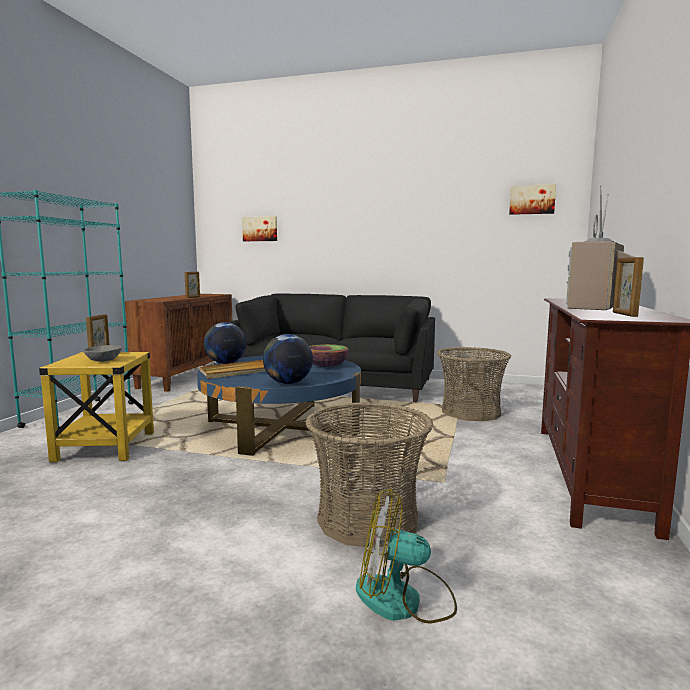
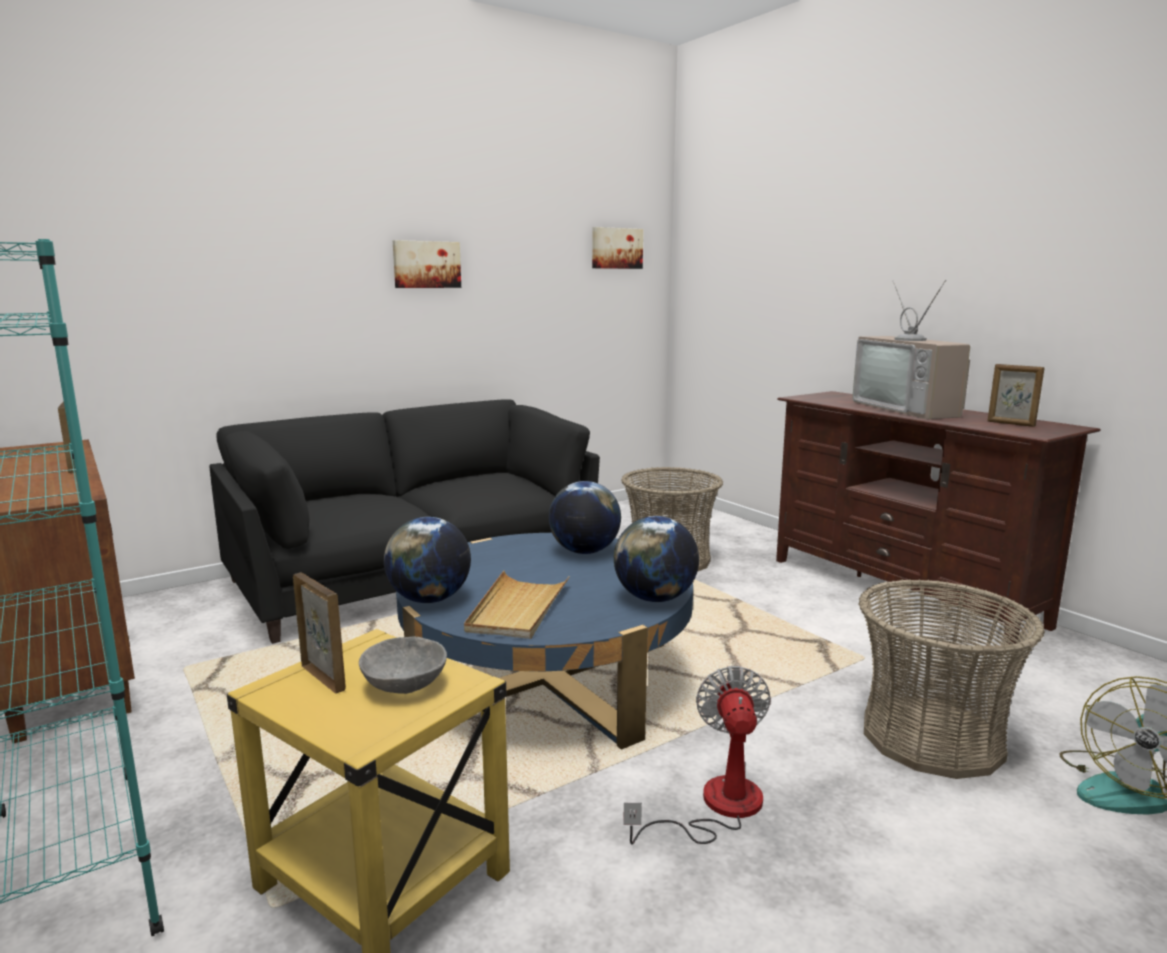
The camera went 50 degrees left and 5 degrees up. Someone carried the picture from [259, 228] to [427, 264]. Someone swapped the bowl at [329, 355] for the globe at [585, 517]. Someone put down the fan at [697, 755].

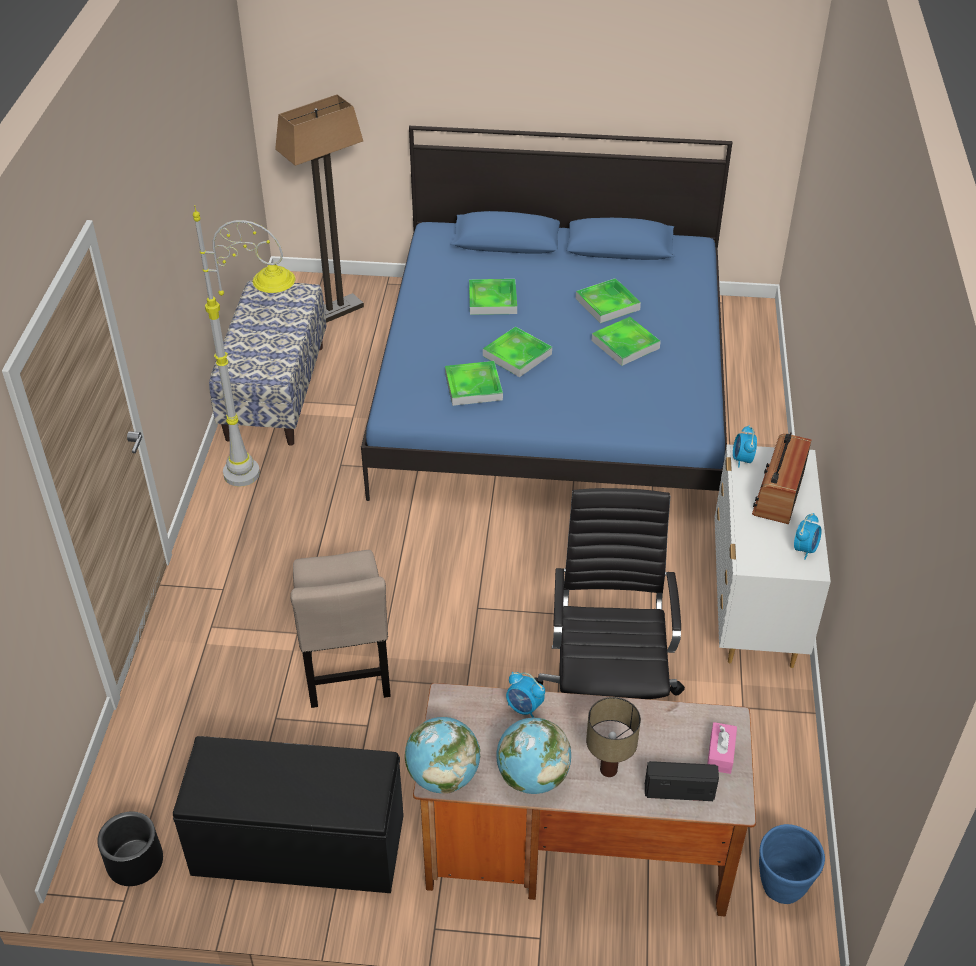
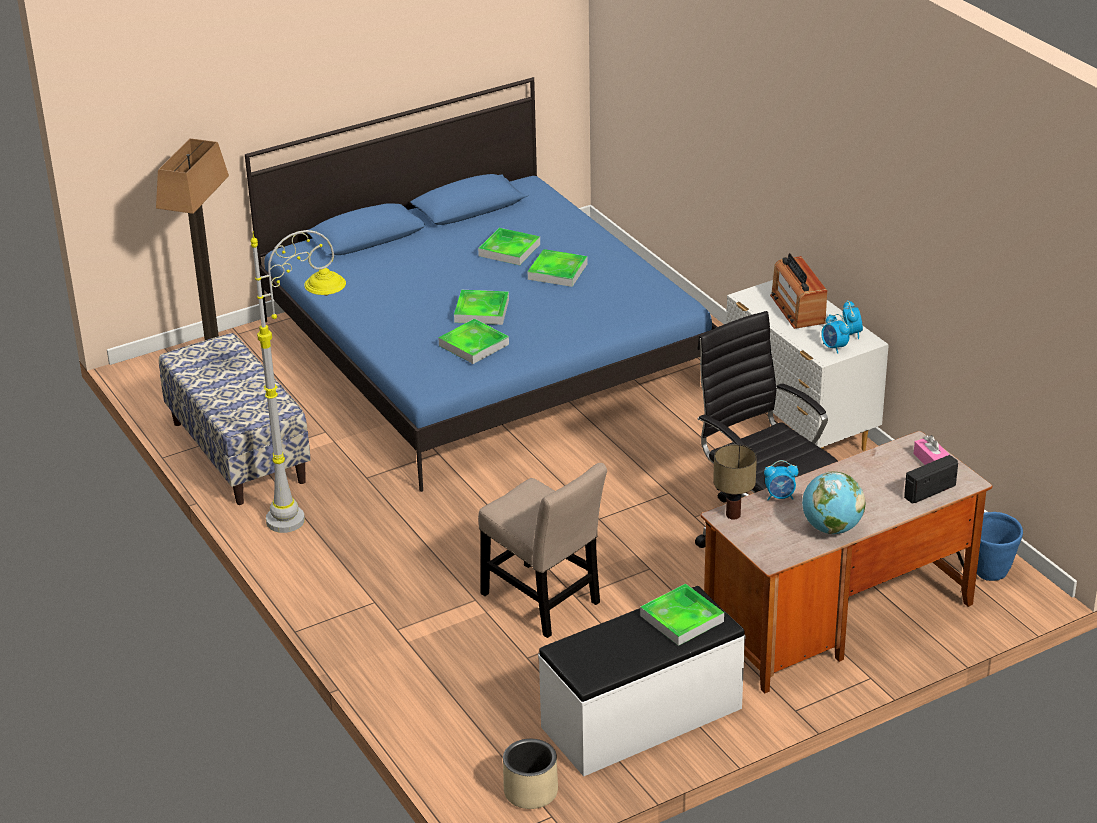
The camera went 35 degrees left and 10 degrees down. Someone repainted the black_planter at [130, 849], which became the beige_planter at [530, 774]. Someone repainted the black_bench at [288, 814], which became the white_bench at [641, 681]. Someone took away the globe at [443, 755]. Someone carried the tray from [493, 297] to [682, 614]. Someone carried the table_lamp from [613, 737] to [735, 482]. Someone carried the alarm_clock from [745, 446] to [835, 334].

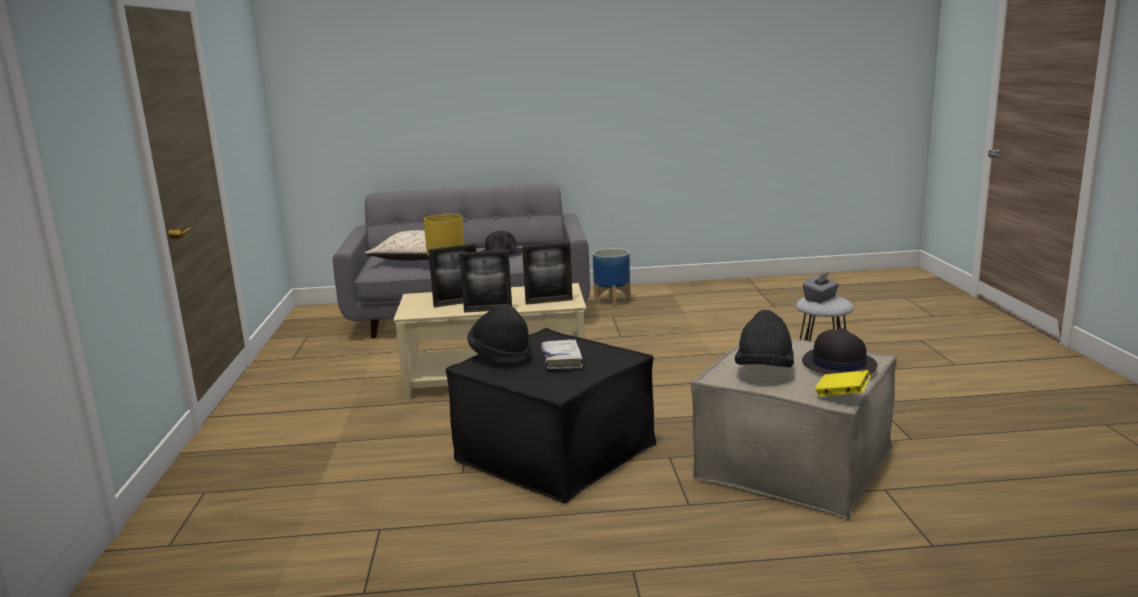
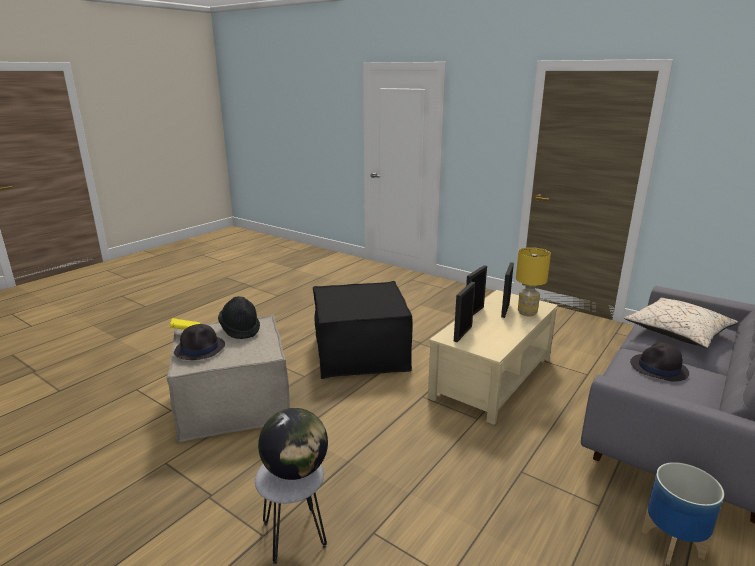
The camera went 130 degrees right and 5 degrees up. Someone took away the black_hat at [499, 334]. Someone took away the white_book at [562, 354]. Someone swapped the grey_tissue_box at [821, 288] for the globe at [293, 444].

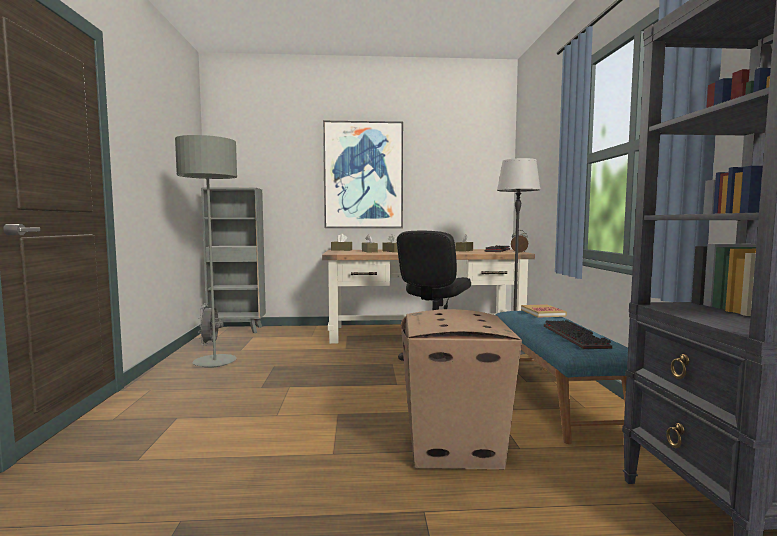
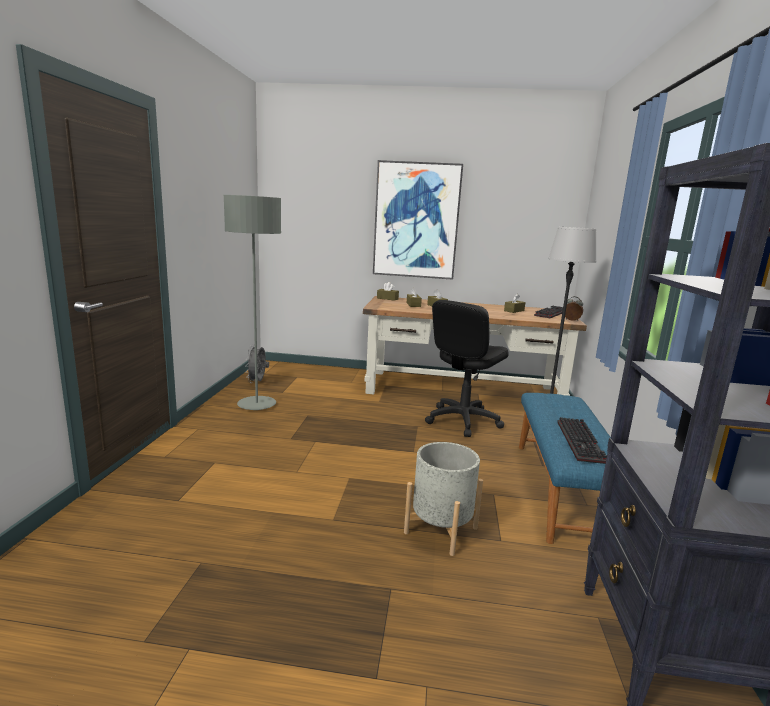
The camera went 10 degrees right and 10 degrees up. Someone took away the grey_bookcase at [233, 260]. Someone swapped the cardboard_box at [461, 389] for the grey_planter at [443, 499]. Someone took away the book at [544, 311].

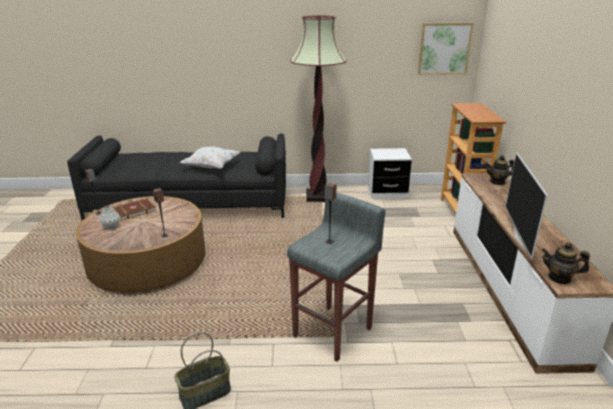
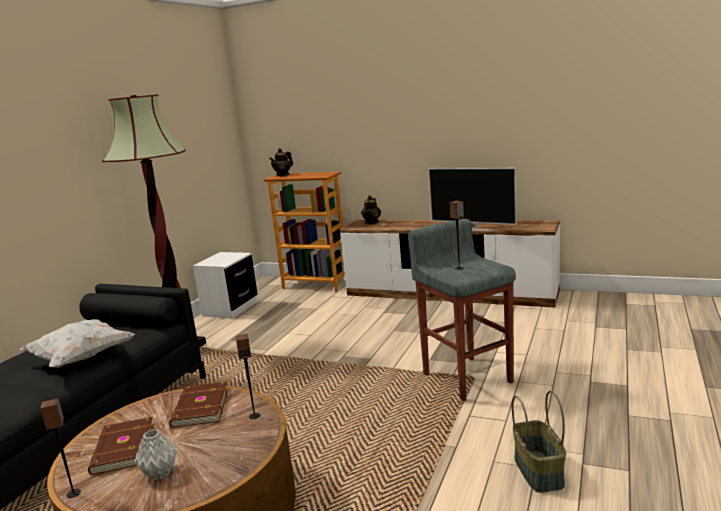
The camera went 65 degrees left and 10 degrees down. Someone took away the picture at [446, 49]. Someone carried the teapot from [565, 263] to [281, 162]. Someone put down the brown_book at [199, 404].

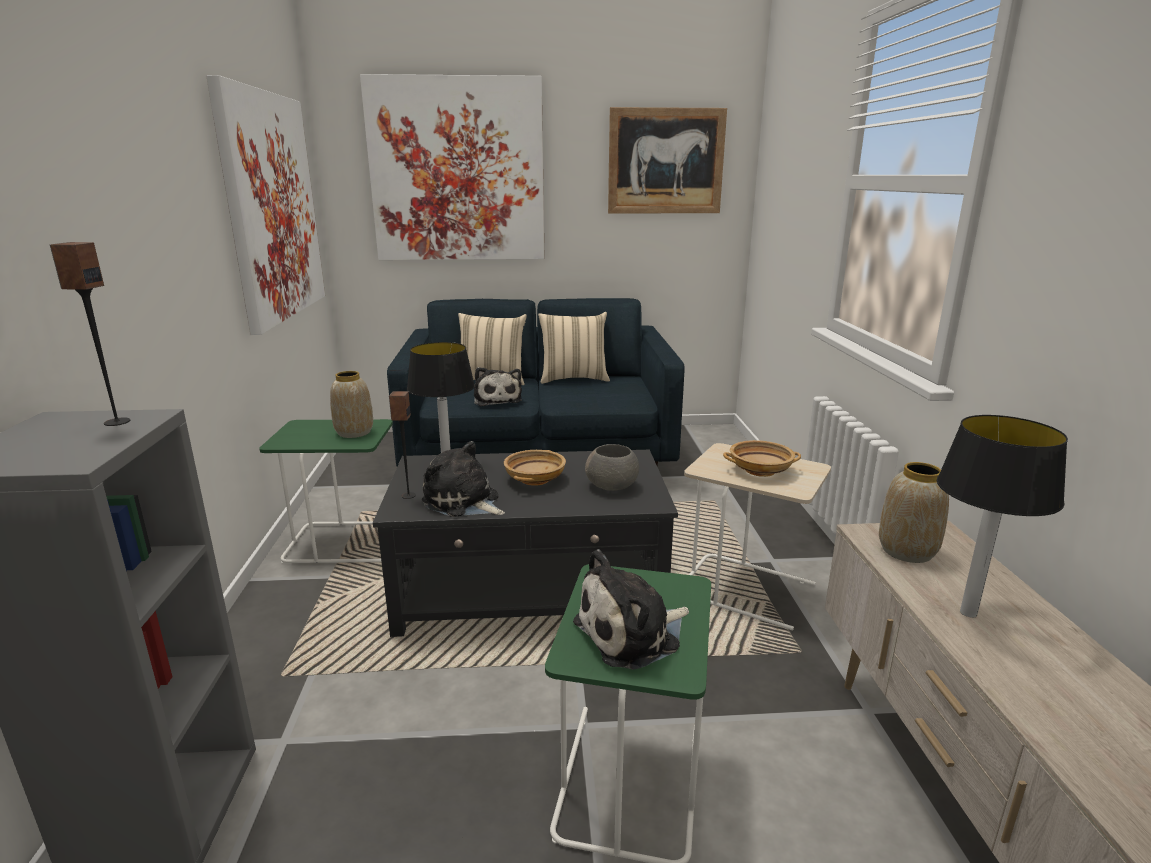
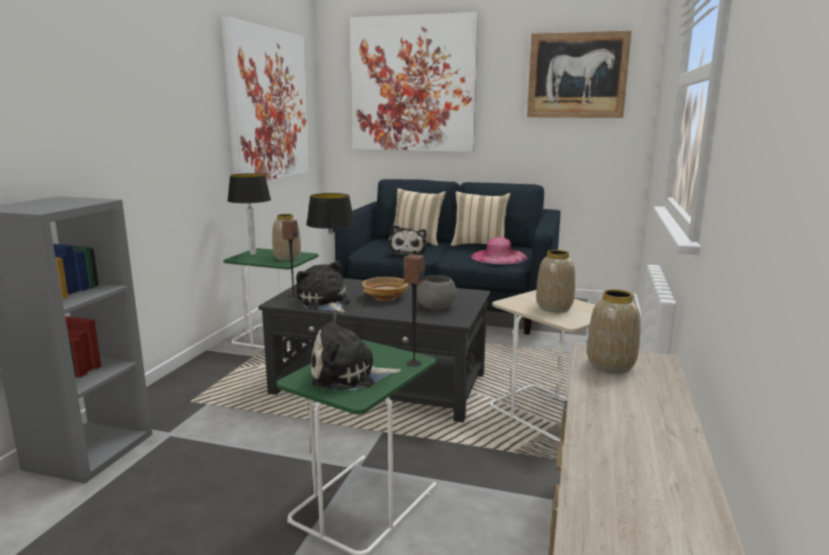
The camera went 20 degrees right and 5 degrees down. Someone carried the speaker from [90, 334] to [414, 310]. Someone swapped the beige_bowl at [762, 458] for the vase at [555, 281]. Someone carried the table_lamp from [1002, 516] to [249, 214]. Someone put down the pink_hat at [499, 250].

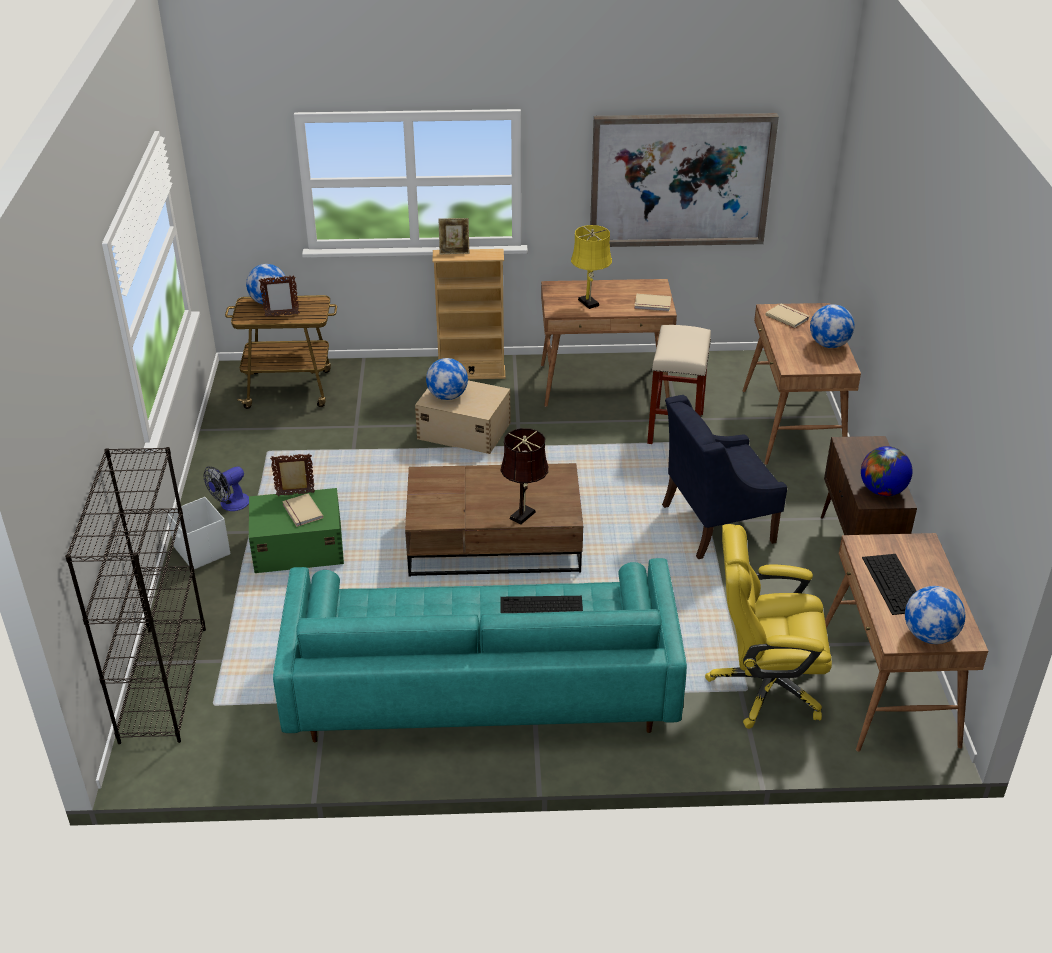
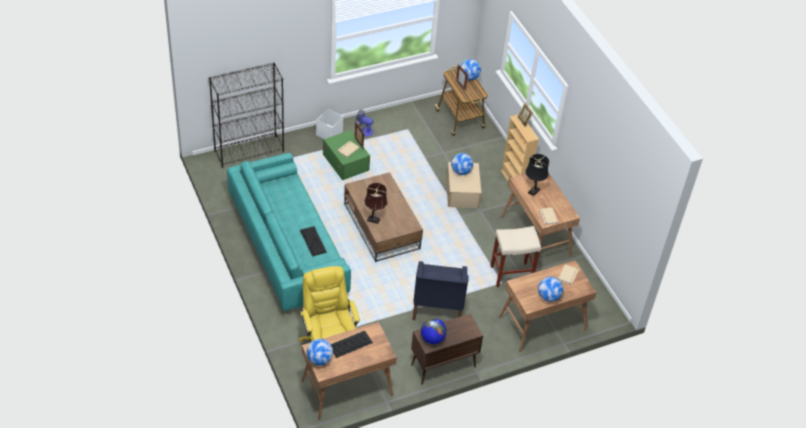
The camera went 65 degrees right and 10 degrees up. Someone repainted the yellow_table_lamp at [591, 267], which became the black_table_lamp at [537, 175]. Someone took away the picture at [684, 180]. Someone rotated the blue_armchair at [724, 477] by 135 degrees counterclockwise.

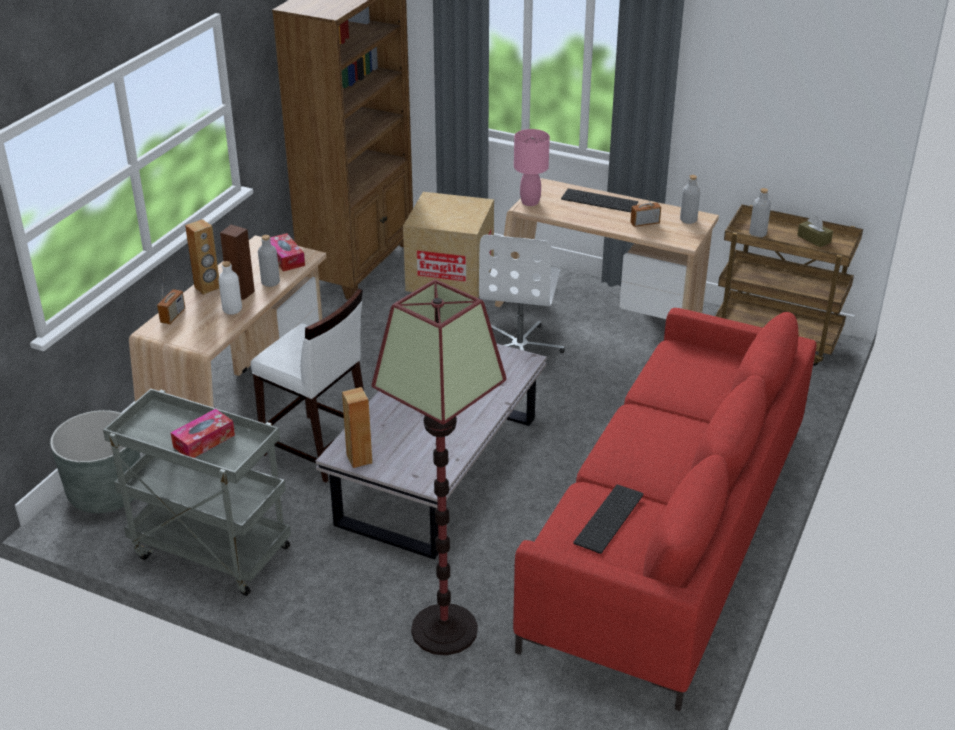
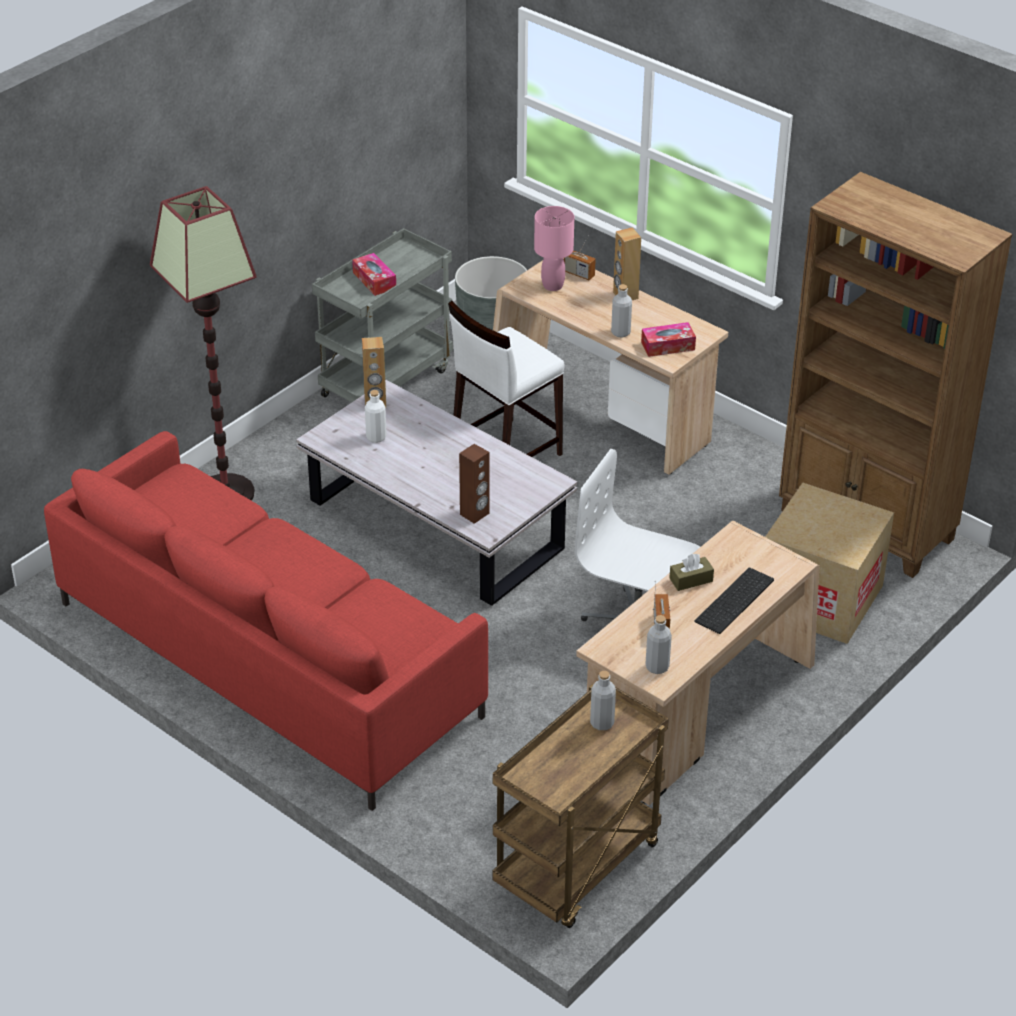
The camera went 105 degrees right and 5 degrees up. Someone carried the white_bottle from [230, 287] to [376, 416]. Someone carried the brown_speaker from [237, 262] to [474, 484]. Someone carried the pink_table_lamp from [532, 167] to [554, 248]. Someone took away the keyboard at [608, 519]. Someone carried the brown_tissue_box from [815, 231] to [691, 572].

